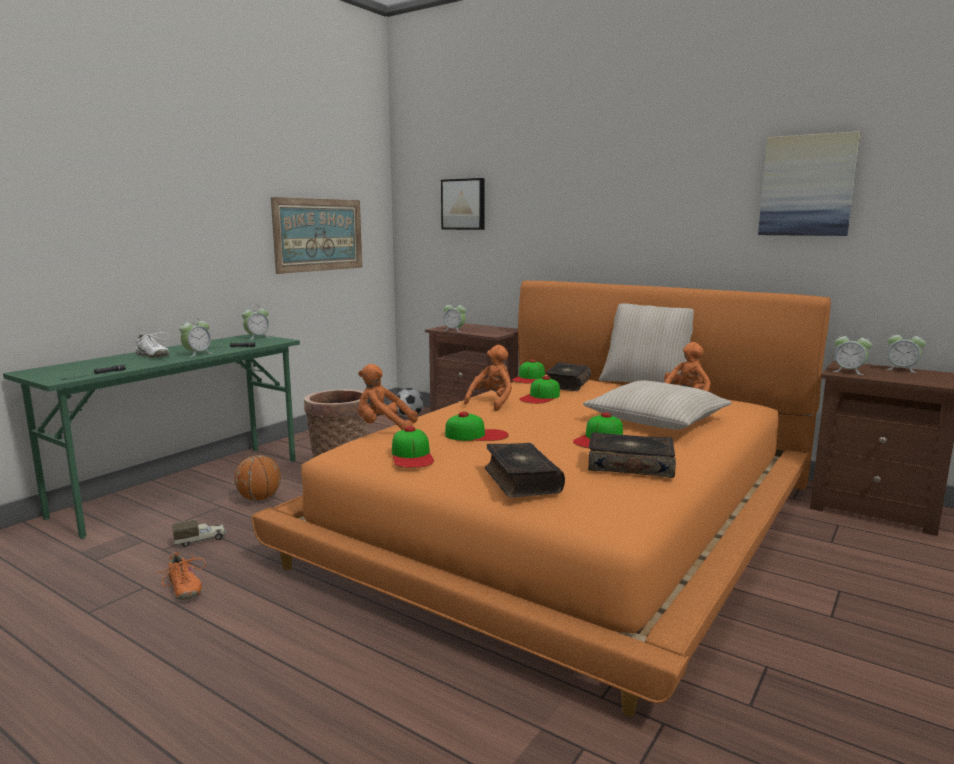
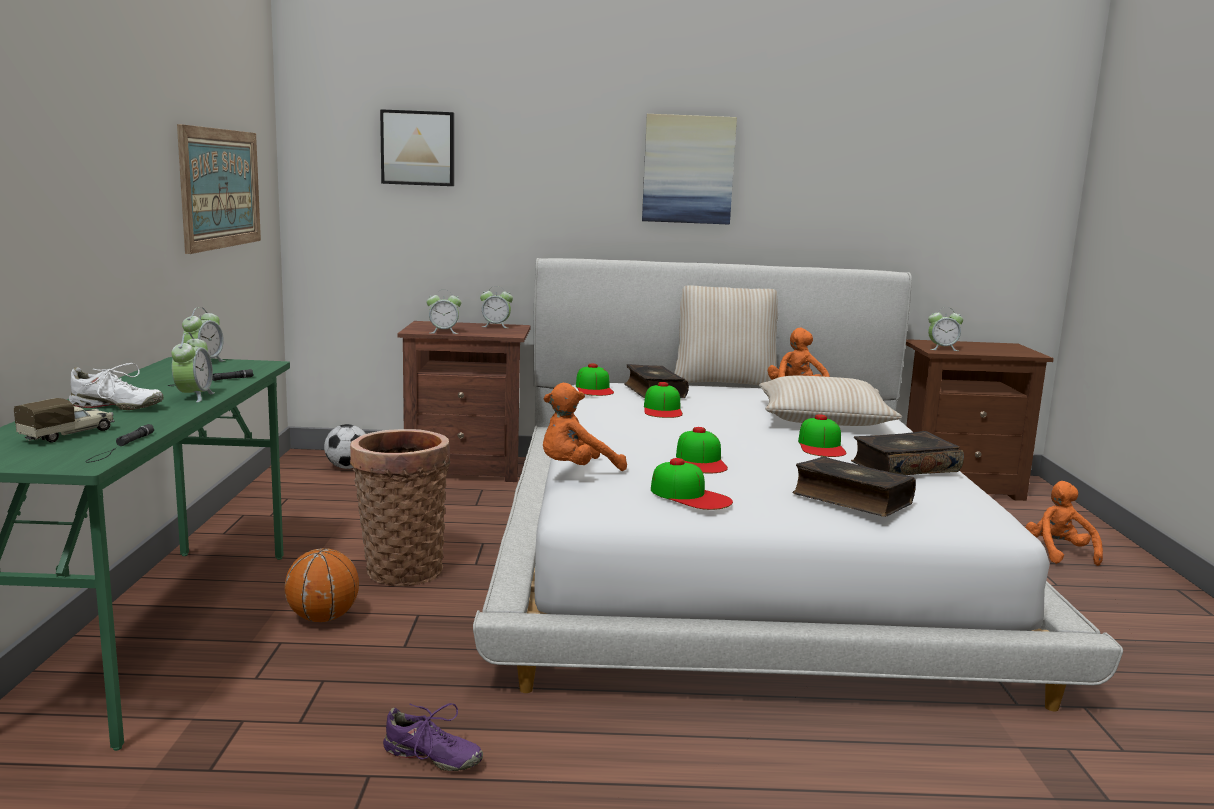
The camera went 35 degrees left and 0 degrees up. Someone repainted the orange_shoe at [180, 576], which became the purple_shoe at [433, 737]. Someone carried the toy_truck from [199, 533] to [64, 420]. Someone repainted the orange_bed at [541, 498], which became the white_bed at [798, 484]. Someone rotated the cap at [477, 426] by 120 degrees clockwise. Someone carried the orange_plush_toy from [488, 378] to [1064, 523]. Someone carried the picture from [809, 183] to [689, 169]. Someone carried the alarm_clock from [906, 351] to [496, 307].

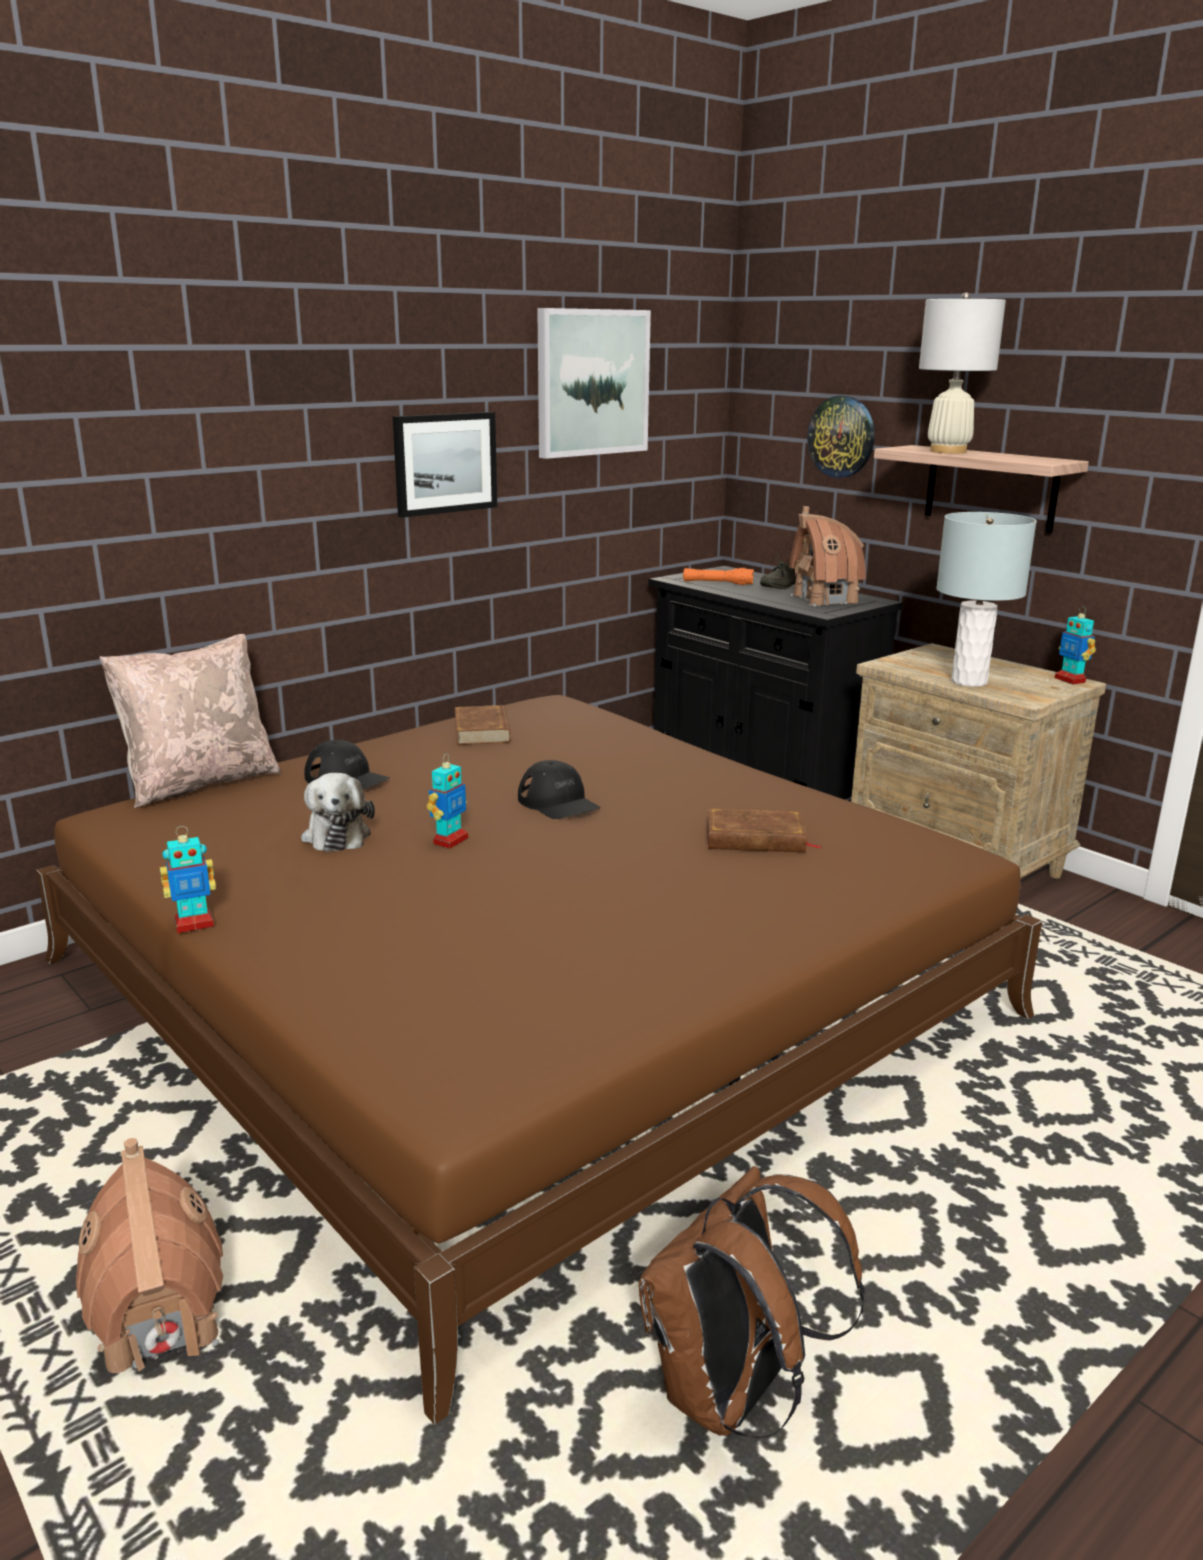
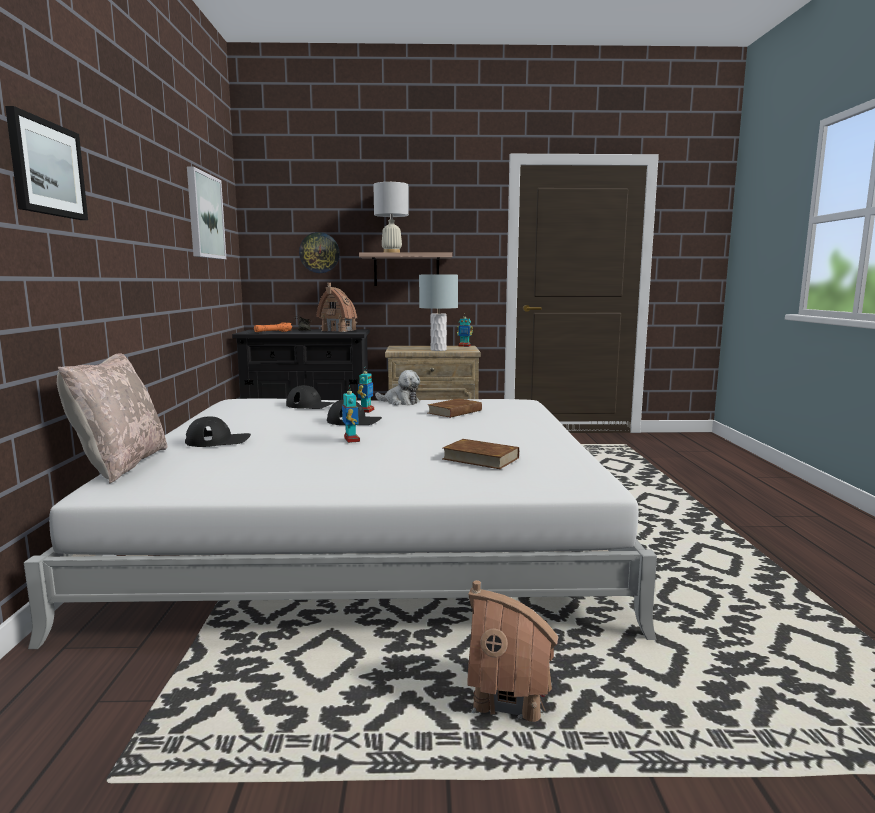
The camera went 50 degrees left and 10 degrees down. Someone repainted the brown_bed at [539, 1059], which became the white_bed at [340, 524]. Someone carried the toy_robot from [188, 879] to [365, 390]. Someone carried the plush_toy from [338, 812] to [397, 387]. Someone carried the picture from [445, 465] to [46, 163]. Someone carried the brown_book from [483, 725] to [481, 454]. Someone took away the brown_backpack at [752, 1302]. Someone put down the black_cap at [310, 397].

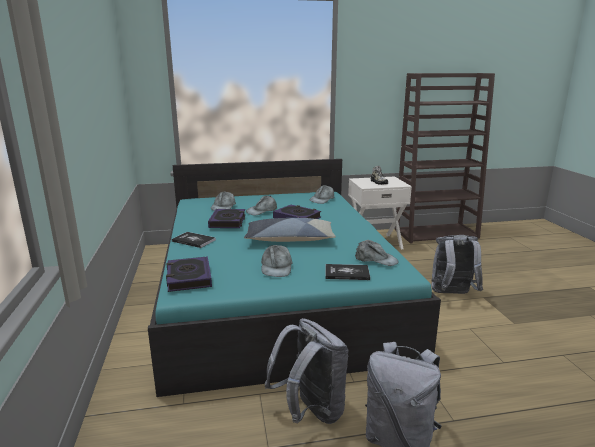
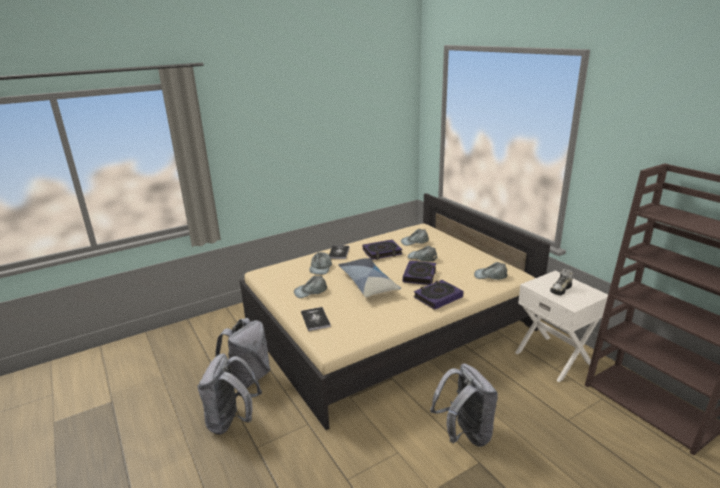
The camera went 70 degrees right and 5 degrees up. Someone repainted the turquoise_bed at [294, 278], which became the beige_bed at [395, 311]. Someone carried the book from [189, 274] to [438, 295]. Someone carried the grey_cap from [377, 253] to [320, 263].

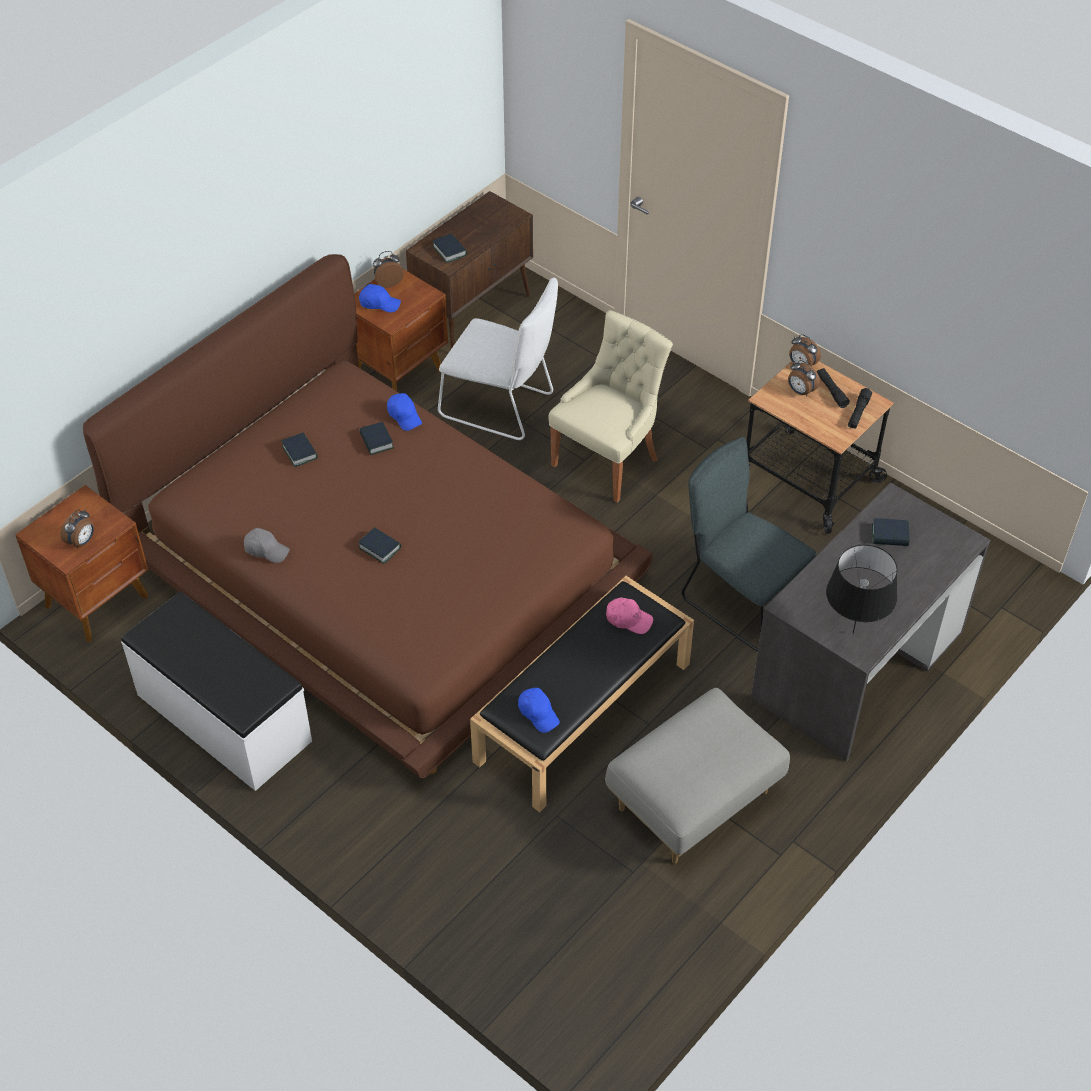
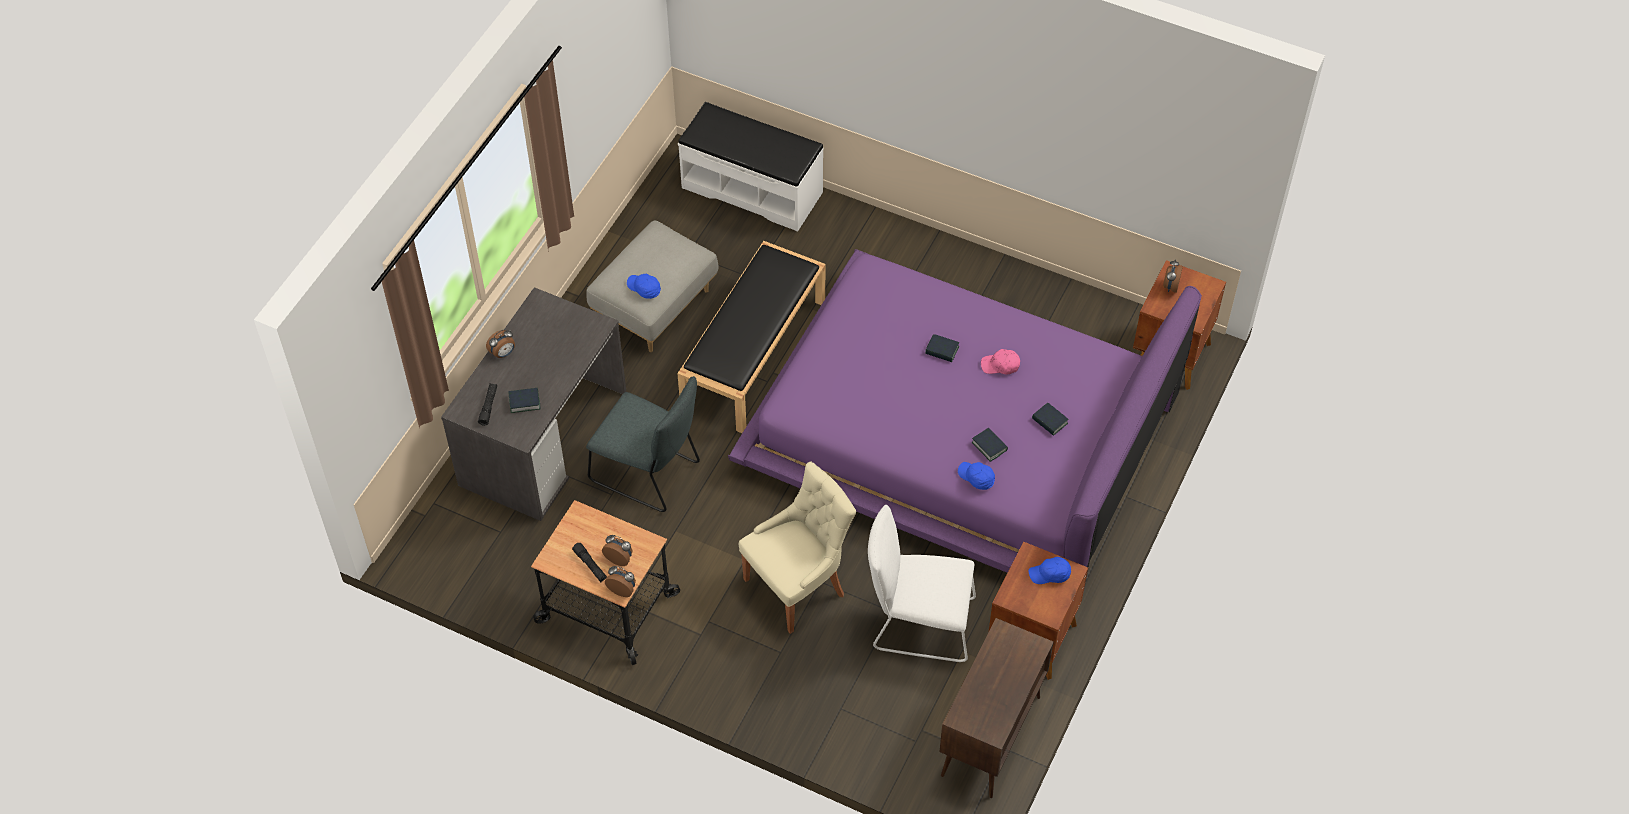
The camera went 165 degrees right and 5 degrees up. Someone repainted the brown_bed at [368, 516], which became the purple_bed at [965, 418]. Someone carried the white_bench from [216, 691] to [751, 167]. Someone took away the grey_cap at [266, 545]. Someone carried the alarm_clock from [388, 269] to [500, 344]. Someone took away the book at [449, 248]. Someone carried the blue_cap from [539, 710] to [644, 286]. Someone rotated the beige_chair at [610, 406] by 150 degrees counterclockwise. Someone carried the pink_cap from [629, 615] to [1000, 361]. Someone took away the black_table_lamp at [861, 589]. Someone carried the black_flashlight from [860, 408] to [487, 404].

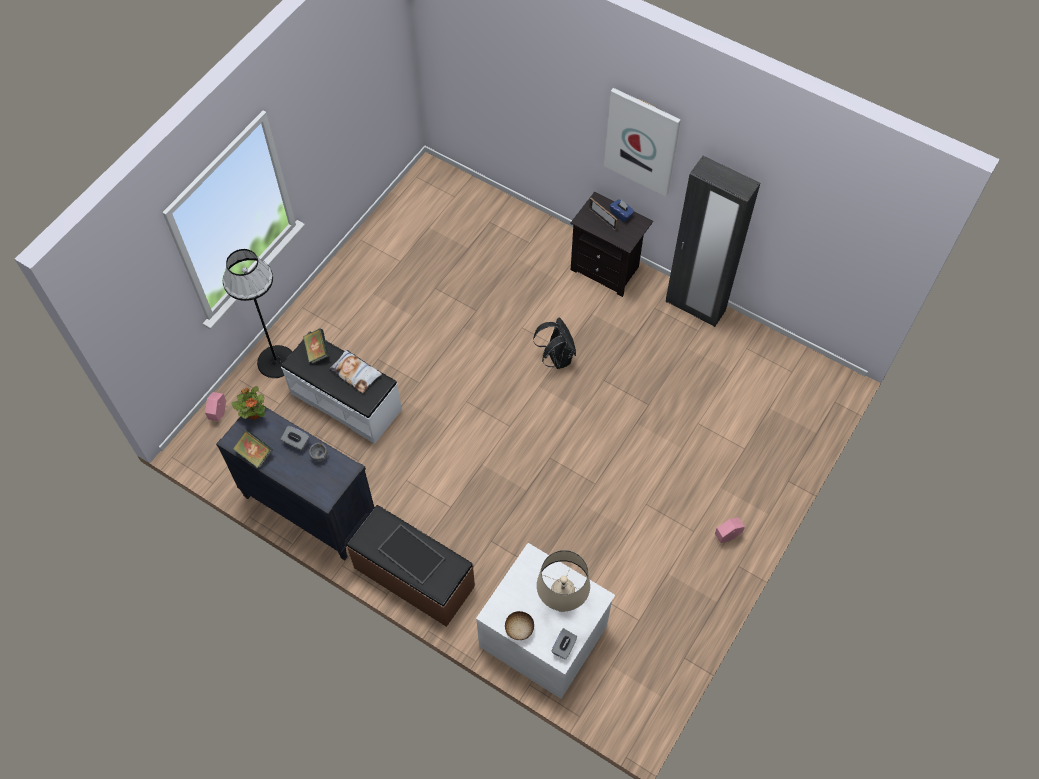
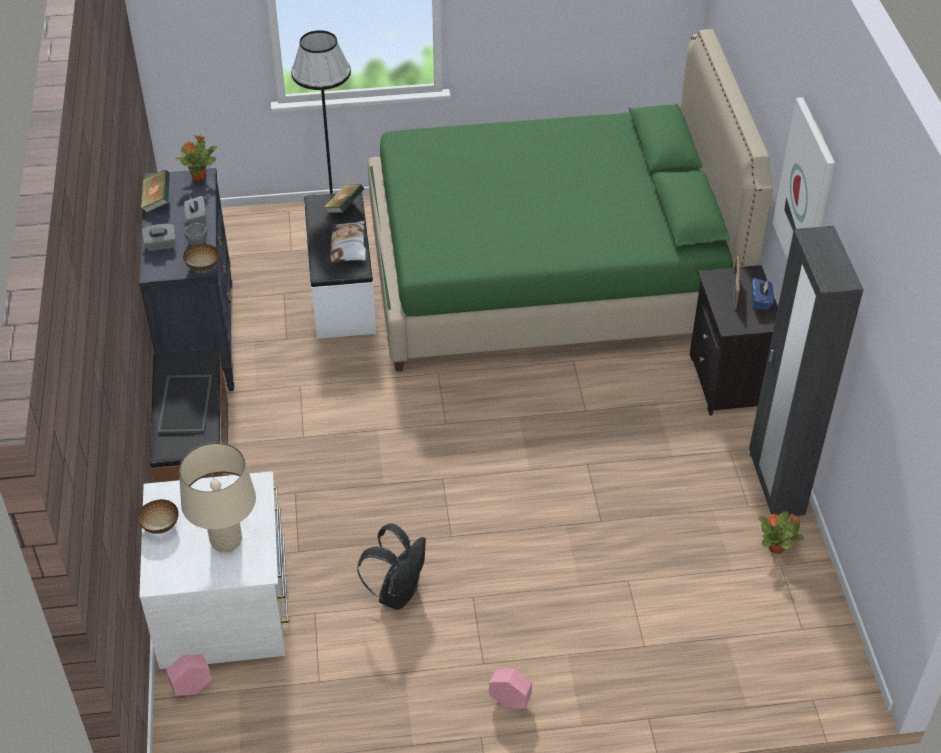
The camera went 50 degrees right and 15 degrees down. Someone carried the pink_planter from [215, 406] to [189, 675]. Someone carried the black_backpack from [554, 343] to [391, 566]. Someone carried the grey_tissue_box from [564, 643] to [159, 237]. Someone put down the bowl at [201, 258]. Someone put down the green_bed at [570, 200]. Someone put down the potted_plant at [781, 532].

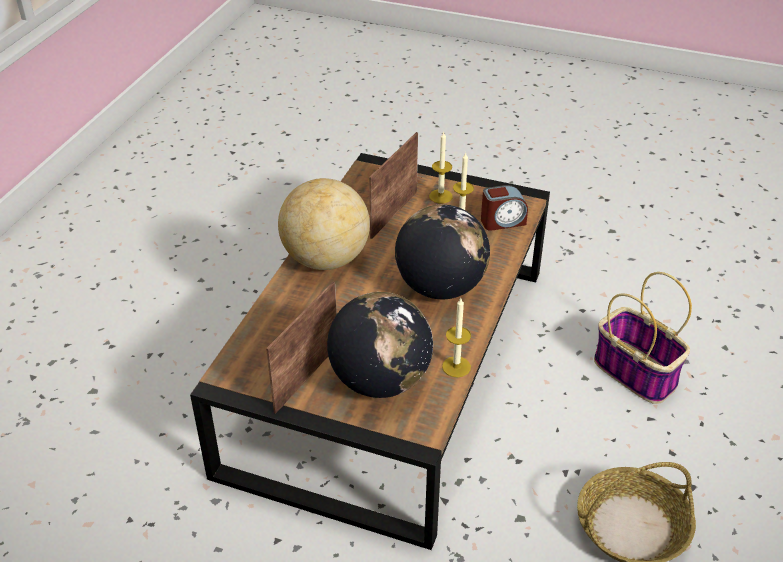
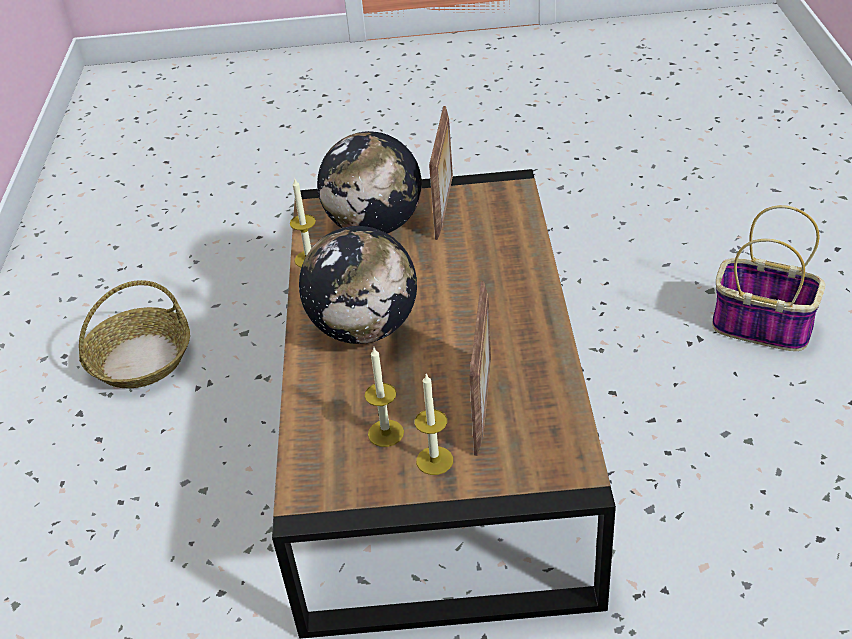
The camera went 160 degrees right and 0 degrees up. Someone took away the globe at [324, 224]. Someone took away the alarm_clock at [504, 208]. Someone carried the basket from [643, 338] to [768, 278].

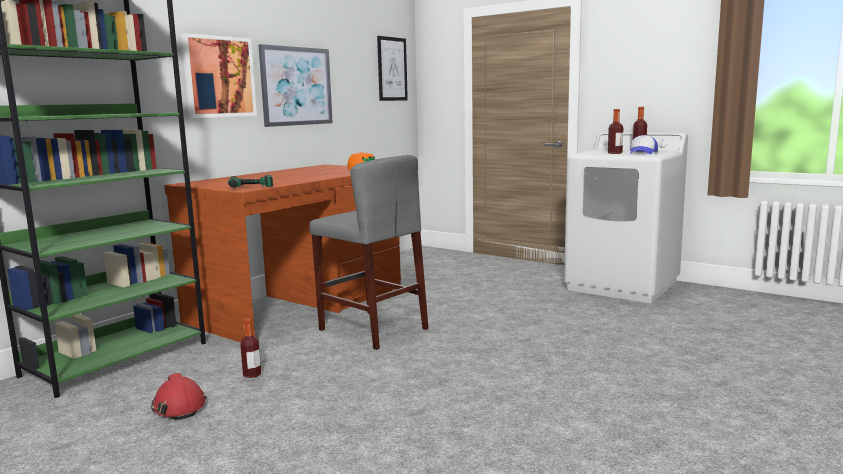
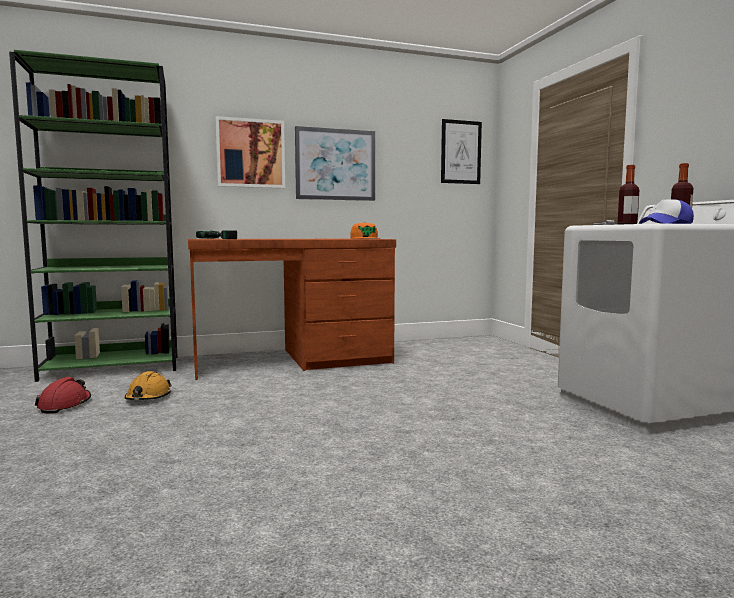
The camera went 35 degrees right and 5 degrees down. Someone swapped the bottle at [250, 348] for the orange_hard_hat at [148, 385]. Someone took away the grey_stool at [369, 252].

